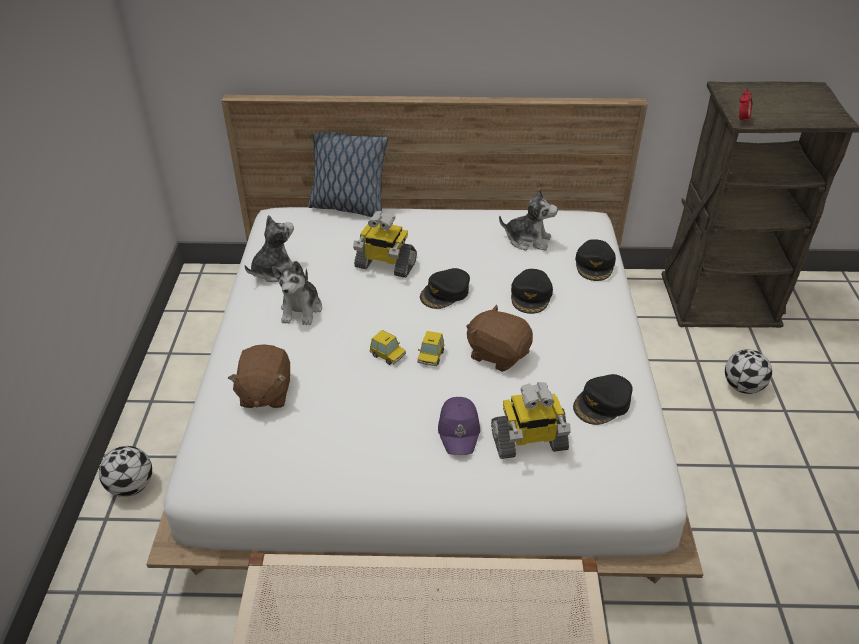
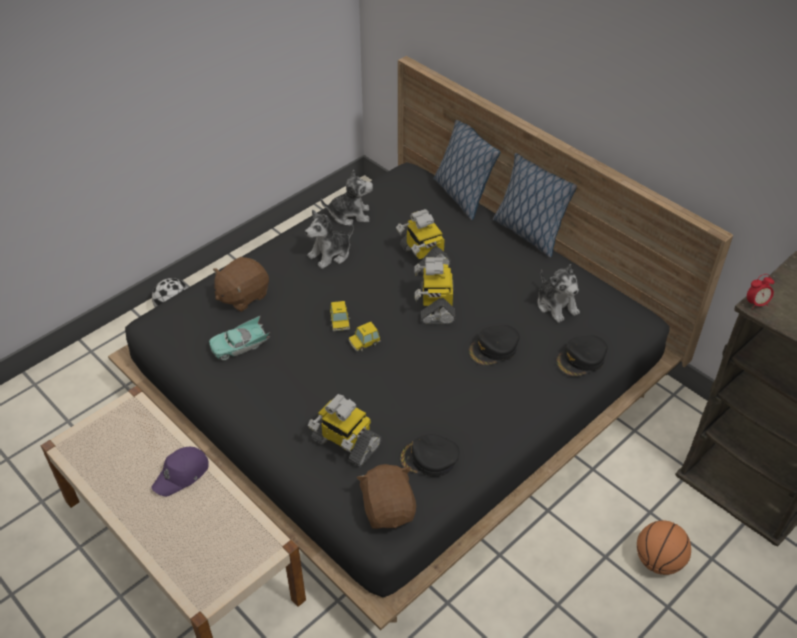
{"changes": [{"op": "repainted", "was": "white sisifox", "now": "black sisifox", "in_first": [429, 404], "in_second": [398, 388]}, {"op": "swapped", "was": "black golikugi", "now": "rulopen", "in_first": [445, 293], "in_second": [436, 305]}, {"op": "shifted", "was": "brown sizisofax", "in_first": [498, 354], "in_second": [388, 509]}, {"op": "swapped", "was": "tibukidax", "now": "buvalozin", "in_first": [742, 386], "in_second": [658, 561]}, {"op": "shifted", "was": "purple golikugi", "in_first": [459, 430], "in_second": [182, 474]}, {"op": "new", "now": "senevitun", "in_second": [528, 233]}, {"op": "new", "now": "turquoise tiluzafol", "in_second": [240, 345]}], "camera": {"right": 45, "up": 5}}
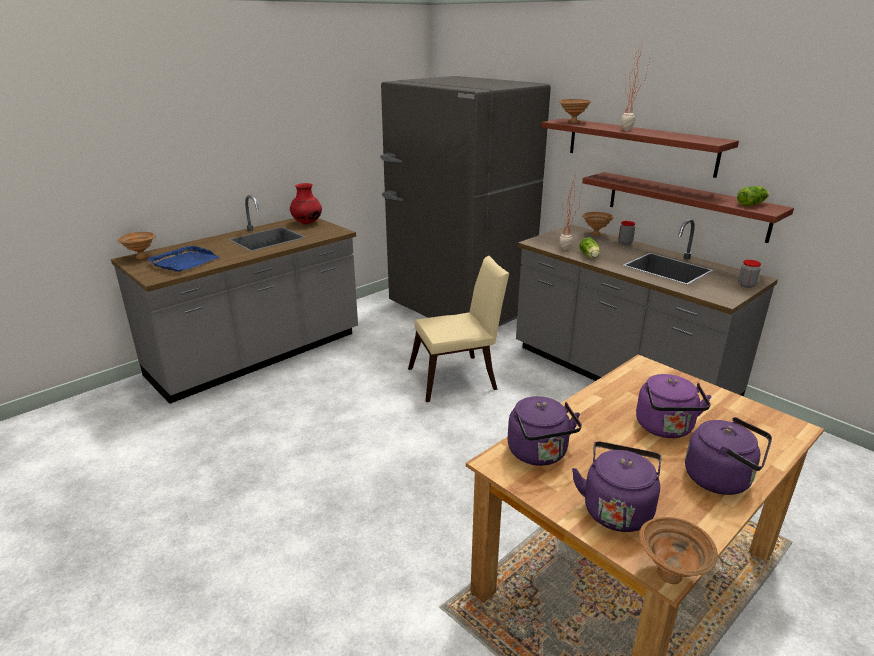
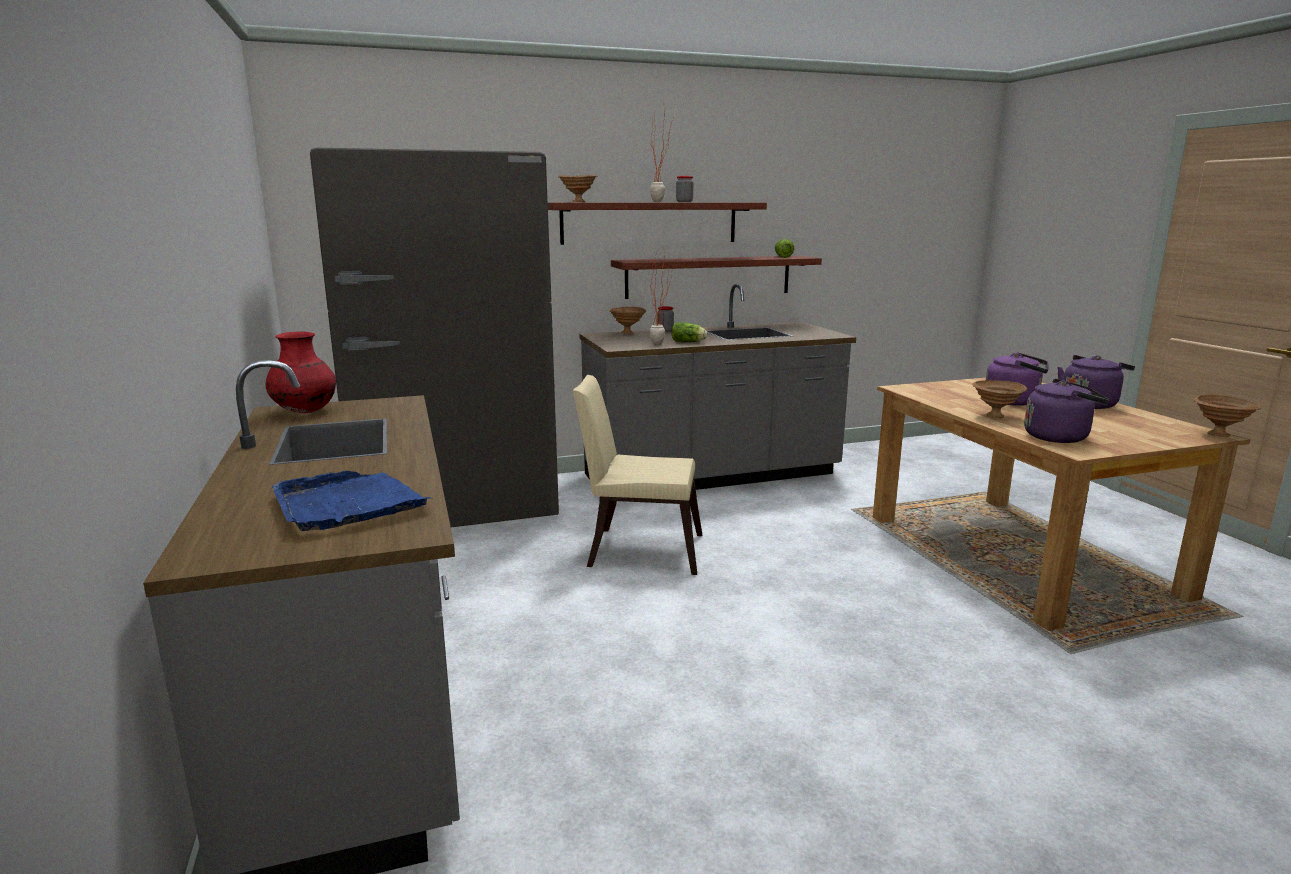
{"changes": [{"op": "shifted", "was": "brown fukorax", "in_first": [140, 257], "in_second": [996, 416]}, {"op": "rotated", "was": "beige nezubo", "in_first": [458, 378], "in_second": [638, 549], "clockwise": -90}, {"op": "shifted", "was": "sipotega", "in_first": [746, 285], "in_second": [684, 202]}, {"op": "gone", "was": "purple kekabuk", "in_first": [616, 509]}], "camera": {"right": -65, "up": -10}}
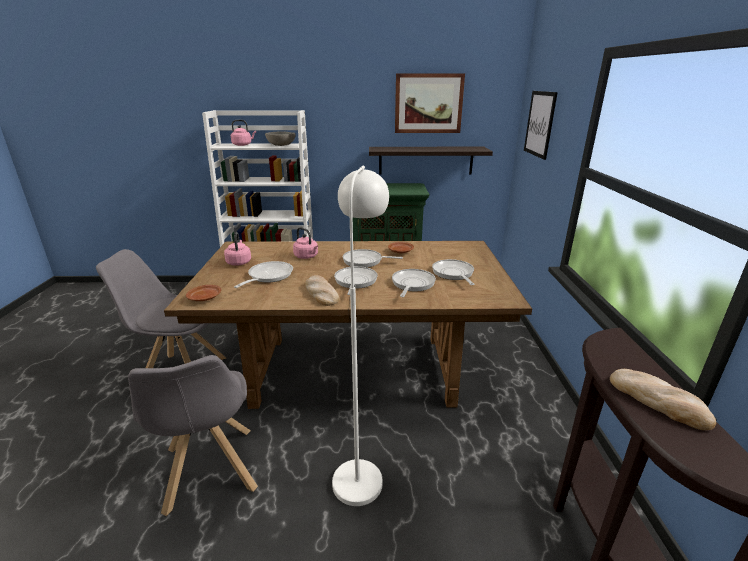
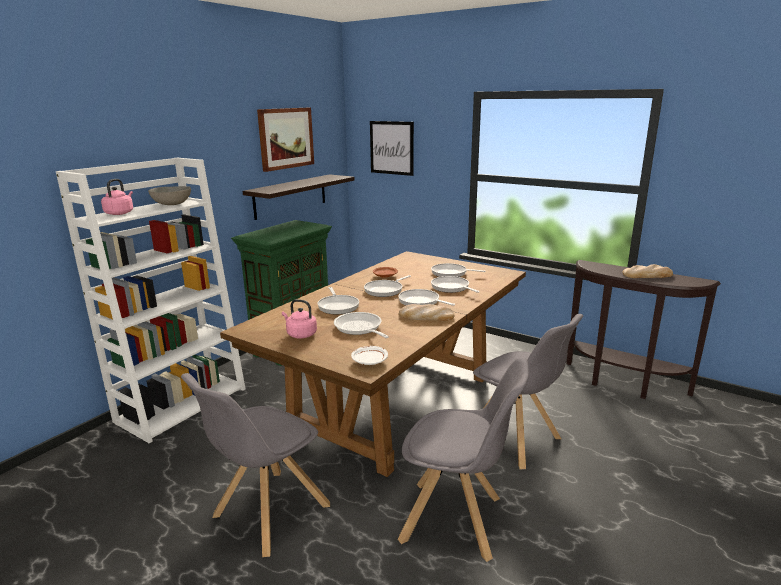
{"changes": [{"op": "swapped", "was": "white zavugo", "now": "grey nezubo", "in_first": [360, 471], "in_second": [516, 440]}, {"op": "swapped", "was": "pink kekabuk", "now": "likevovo", "in_first": [307, 257], "in_second": [338, 306]}, {"op": "repainted", "was": "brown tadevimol", "now": "white tadevimol", "in_first": [205, 298], "in_second": [369, 361]}], "camera": {"right": -55, "up": -5}}
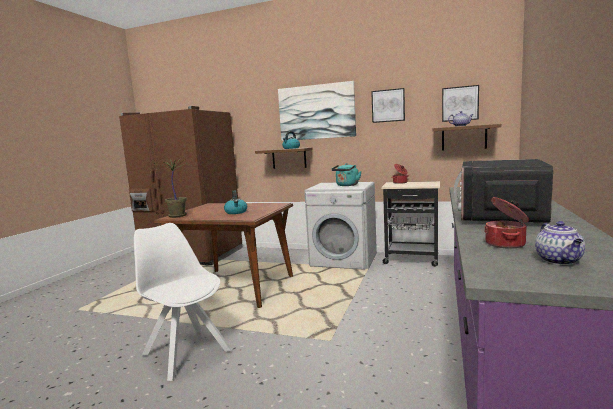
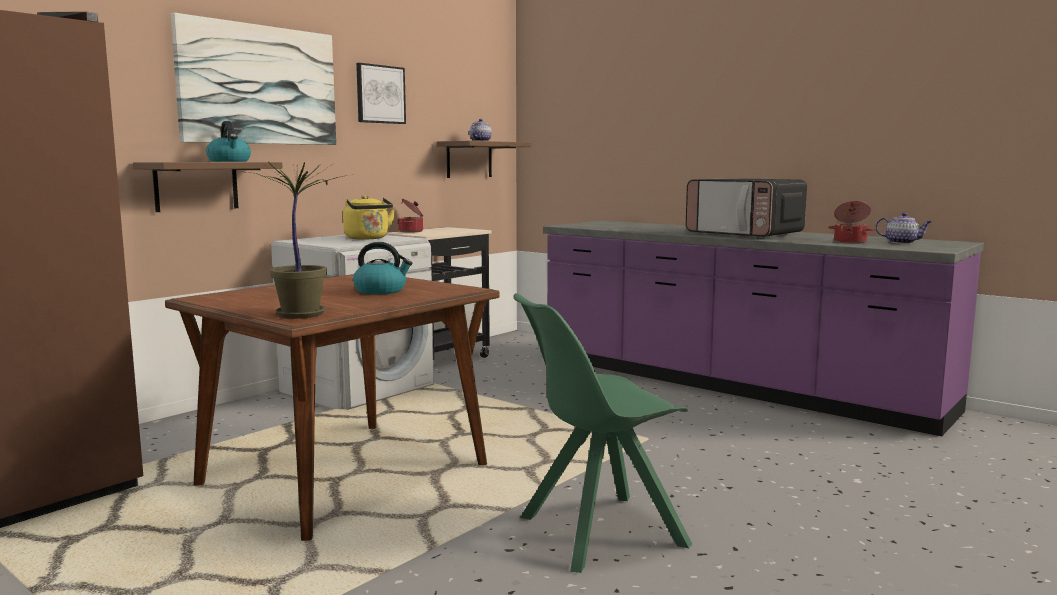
{"changes": [{"op": "gone", "was": "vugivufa", "in_first": [460, 103]}, {"op": "repainted", "was": "turquoise kekabuk", "now": "yellow kekabuk", "in_first": [346, 185], "in_second": [368, 238]}, {"op": "repainted", "was": "white nezubo", "now": "green nezubo", "in_first": [185, 351], "in_second": [597, 532]}], "camera": {"right": -70, "up": 0}}
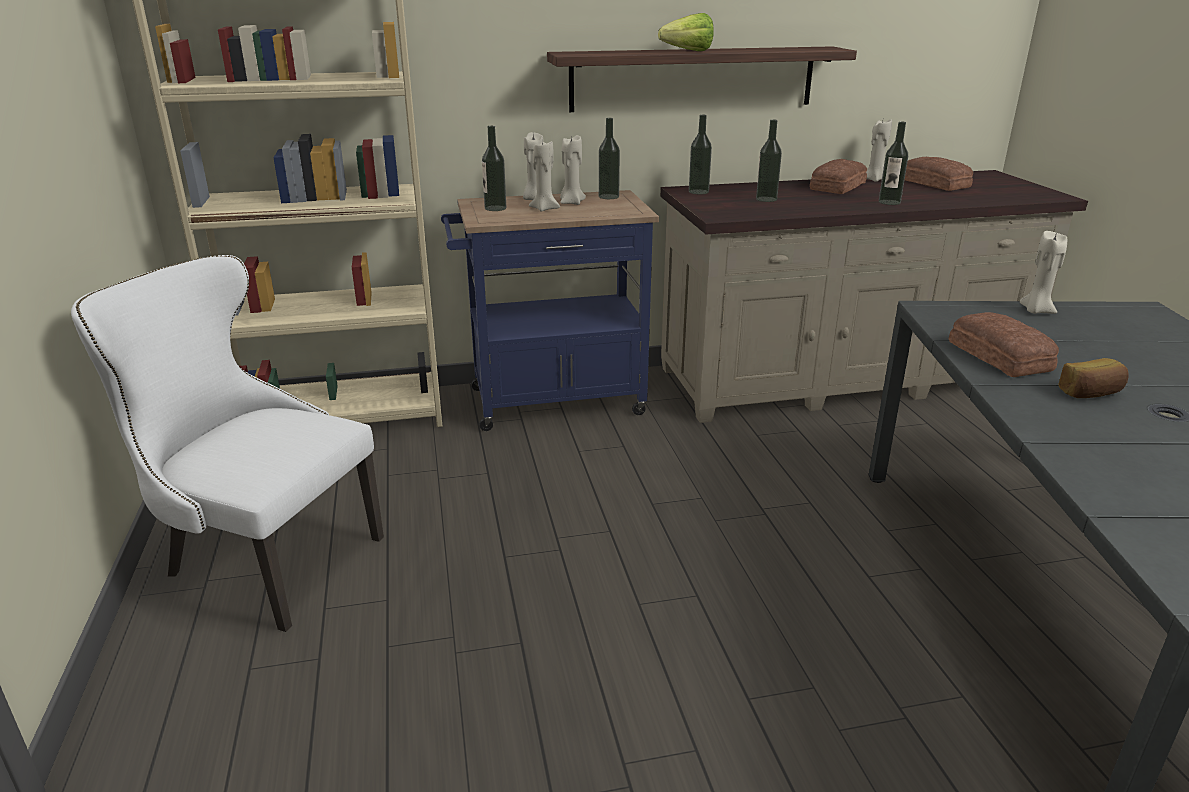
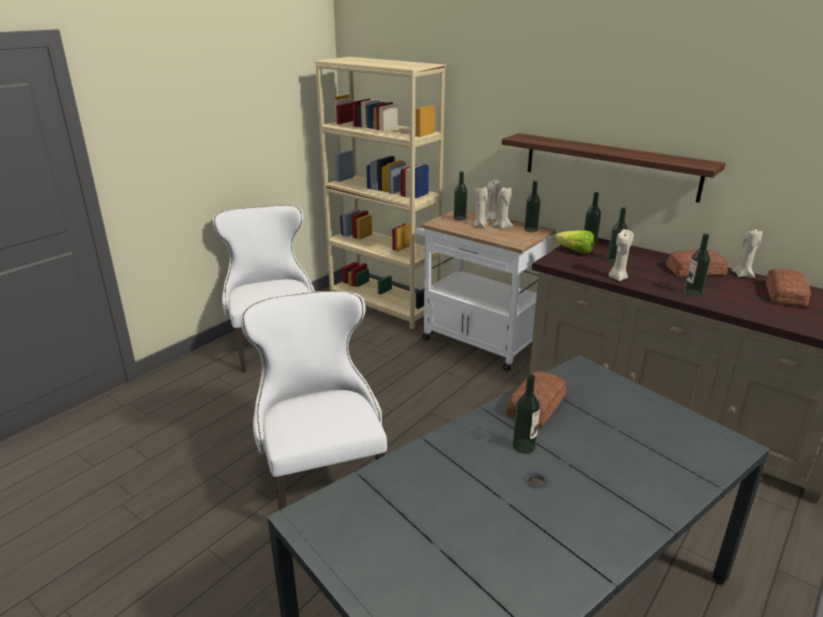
{"changes": [{"op": "shifted", "was": "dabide", "in_first": [683, 51], "in_second": [572, 251]}, {"op": "repainted", "was": "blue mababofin", "now": "white mababofin", "in_first": [551, 402], "in_second": [477, 342]}, {"op": "shifted", "was": "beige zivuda", "in_first": [1036, 311], "in_second": [617, 278]}, {"op": "swapped", "was": "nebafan", "now": "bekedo", "in_first": [1091, 393], "in_second": [524, 446]}, {"op": "new", "now": "white nezubo", "in_second": [322, 480]}], "camera": {"right": 50, "up": 0}}
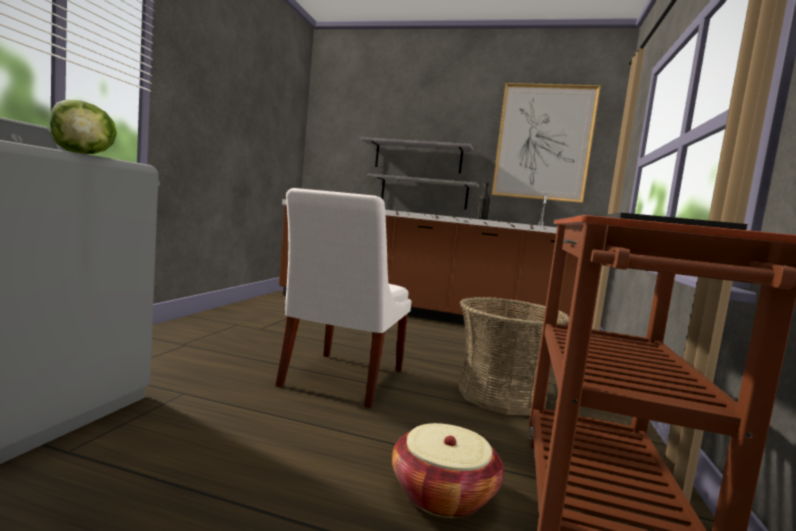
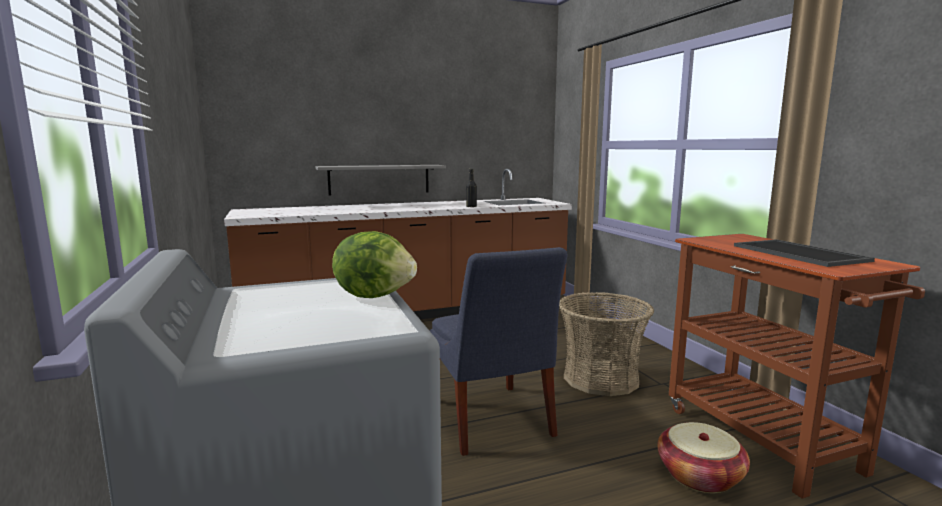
{"changes": [{"op": "gone", "was": "vugivufa", "in_first": [543, 142]}, {"op": "gone", "was": "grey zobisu", "in_first": [418, 157]}, {"op": "repainted", "was": "white nezubo", "now": "blue nezubo", "in_first": [340, 379], "in_second": [491, 421]}], "camera": {"right": -35, "up": 5}}
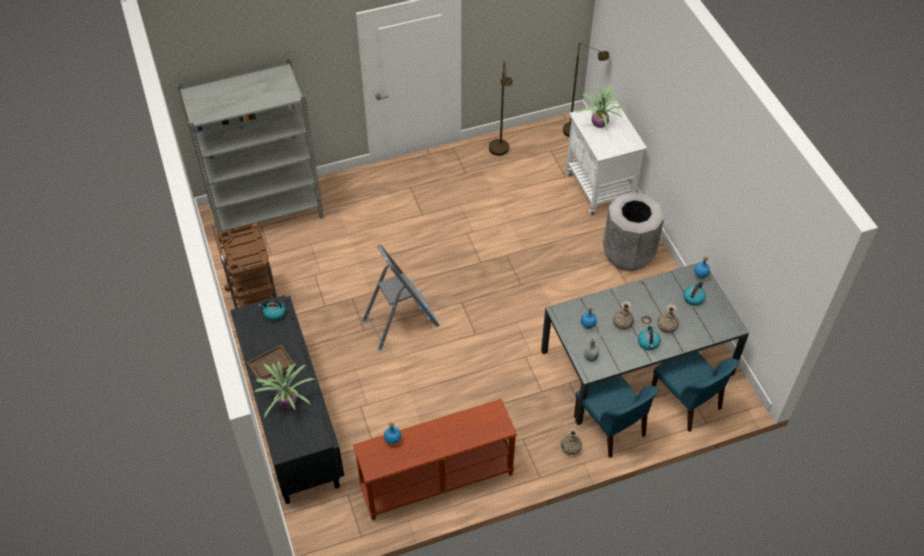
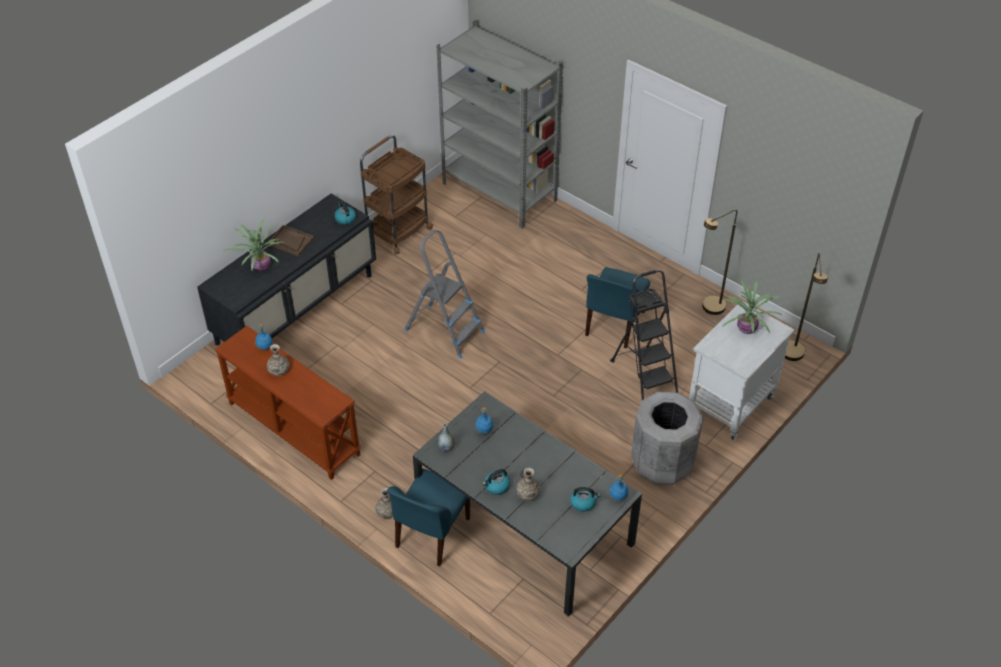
{"changes": [{"op": "shifted", "was": "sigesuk", "in_first": [622, 324], "in_second": [279, 370]}, {"op": "shifted", "was": "blue nezubo", "in_first": [686, 402], "in_second": [614, 324]}, {"op": "new", "now": "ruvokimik", "in_second": [644, 379]}], "camera": {"right": 60, "up": -5}}
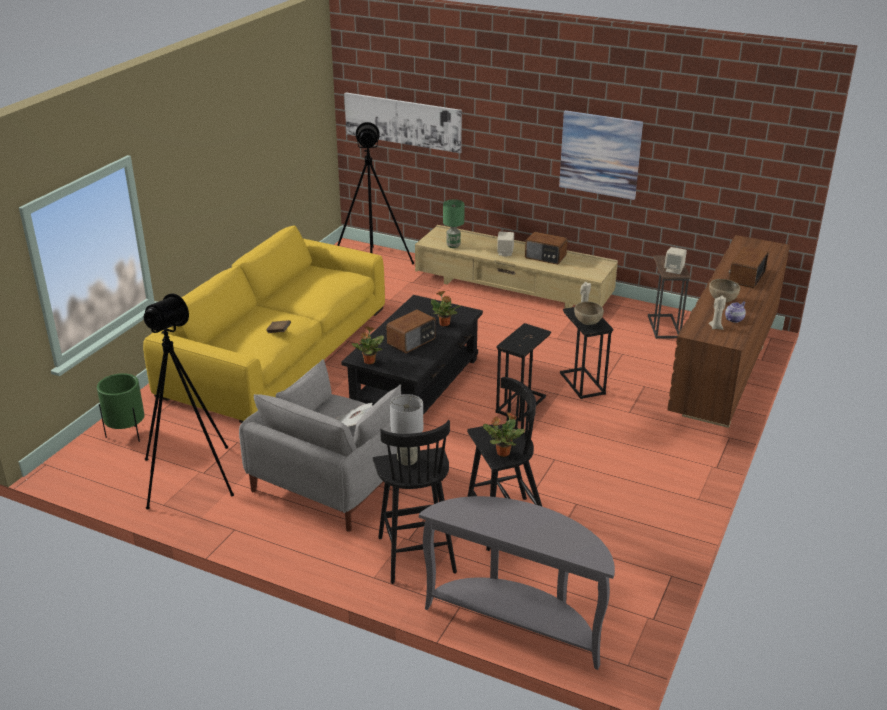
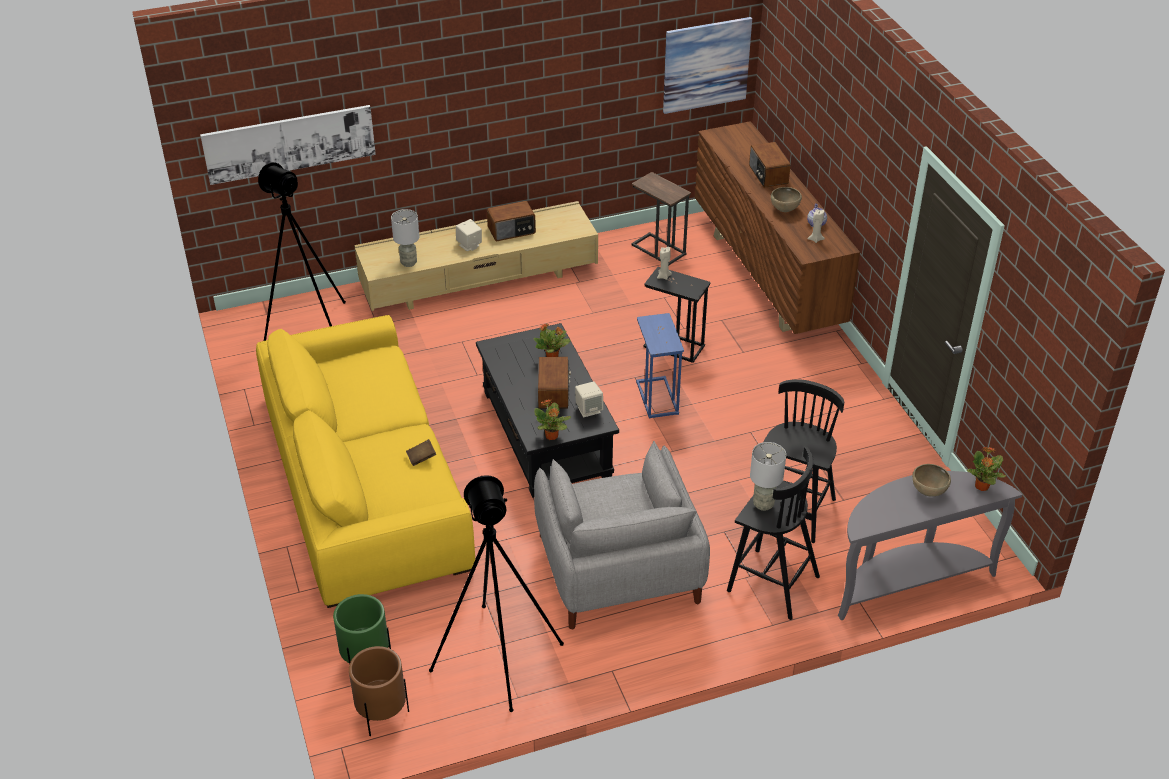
{"changes": [{"op": "shifted", "was": "vugivufa", "in_first": [600, 154], "in_second": [706, 64]}, {"op": "repainted", "was": "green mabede", "now": "grey mabede", "in_first": [453, 245], "in_second": [408, 262]}, {"op": "shifted", "was": "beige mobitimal", "in_first": [674, 270], "in_second": [589, 410]}, {"op": "shifted", "was": "brown fukorax", "in_first": [587, 323], "in_second": [928, 492]}, {"op": "repainted", "was": "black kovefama", "now": "blue kovefama", "in_first": [521, 405], "in_second": [657, 398]}, {"op": "gone", "was": "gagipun", "in_first": [353, 426]}, {"op": "shifted", "was": "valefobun", "in_first": [502, 453], "in_second": [981, 487]}, {"op": "new", "now": "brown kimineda", "in_second": [382, 714]}], "camera": {"right": -45, "up": 10}}
